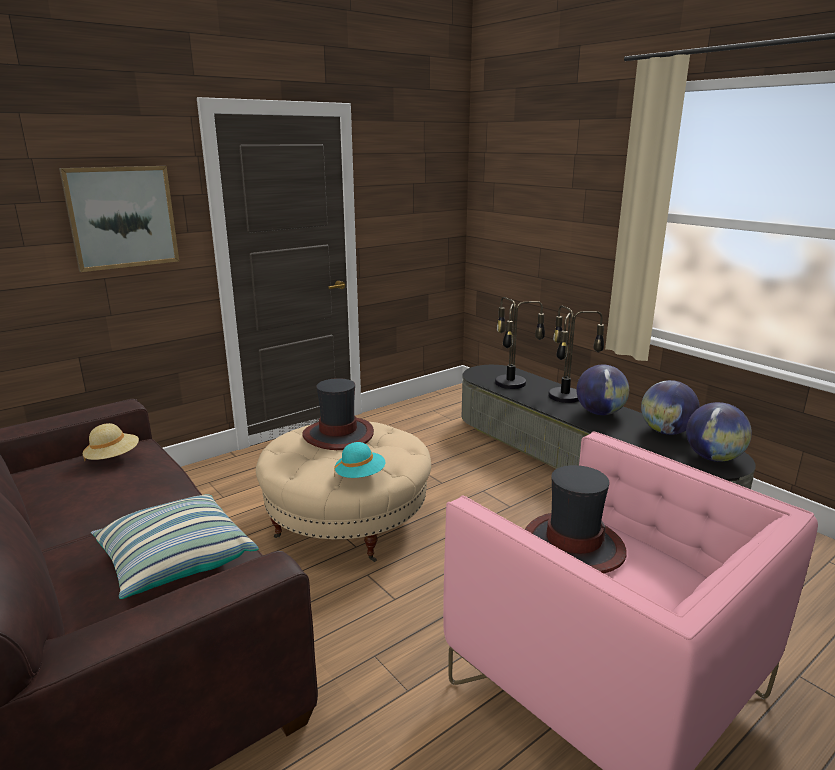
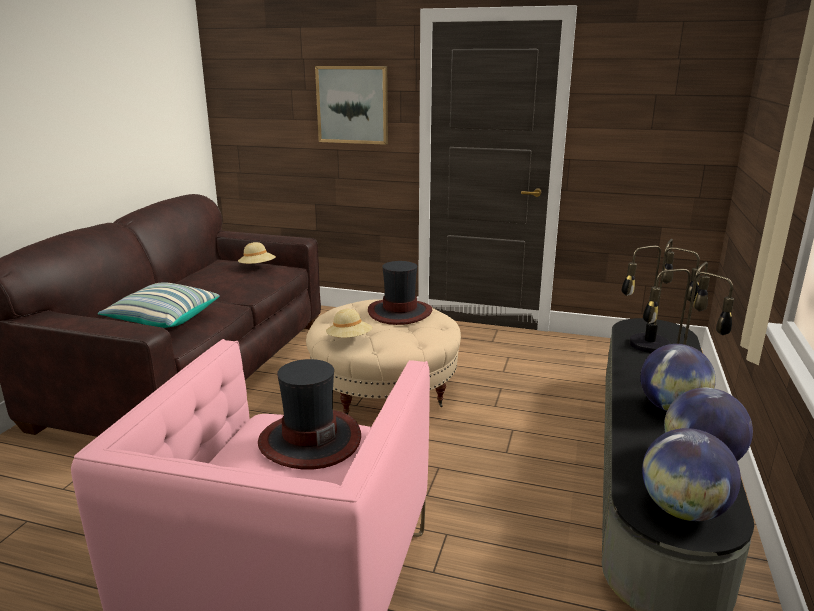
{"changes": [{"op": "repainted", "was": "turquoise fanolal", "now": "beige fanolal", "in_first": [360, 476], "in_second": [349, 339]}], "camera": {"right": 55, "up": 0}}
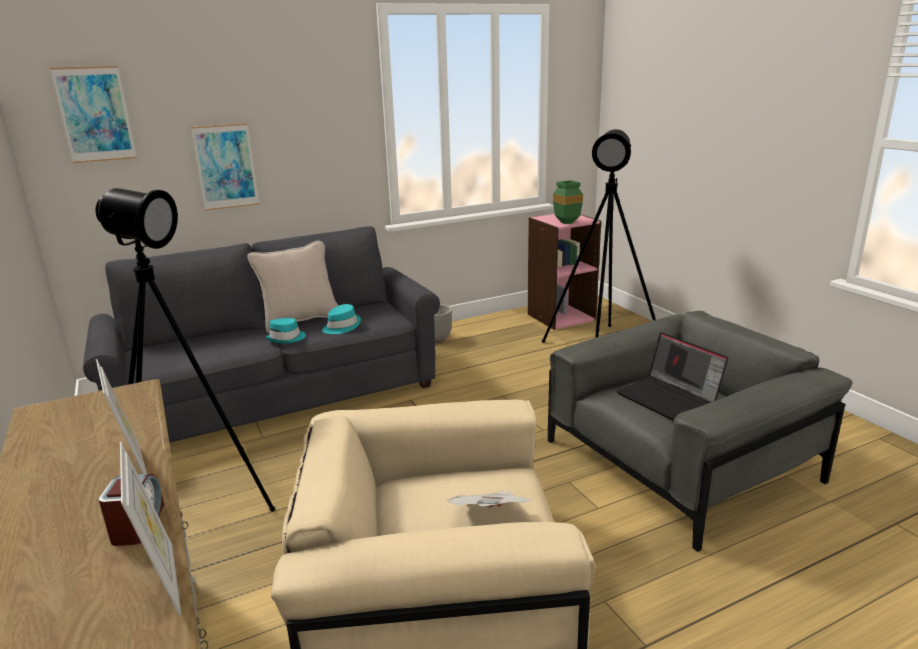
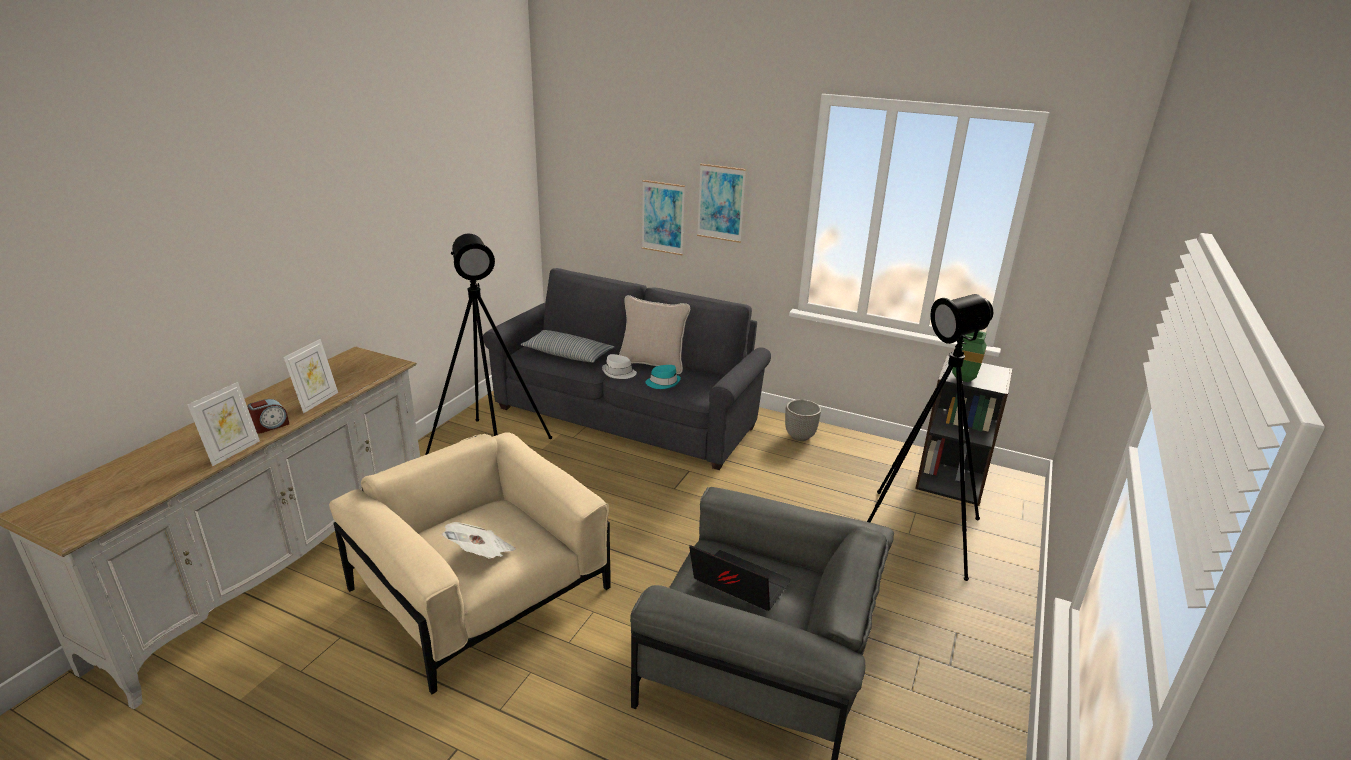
{"changes": [{"op": "shifted", "was": "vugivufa", "in_first": [95, 114], "in_second": [721, 203]}, {"op": "repainted", "was": "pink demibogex", "now": "black demibogex", "in_first": [560, 317], "in_second": [951, 481]}, {"op": "repainted", "was": "turquoise fanolal", "now": "white fanolal", "in_first": [286, 338], "in_second": [618, 373]}, {"op": "rotated", "was": "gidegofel", "in_first": [669, 399], "in_second": [737, 585], "clockwise": 105}, {"op": "new", "now": "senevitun", "in_second": [567, 354]}], "camera": {"right": 50, "up": 5}}
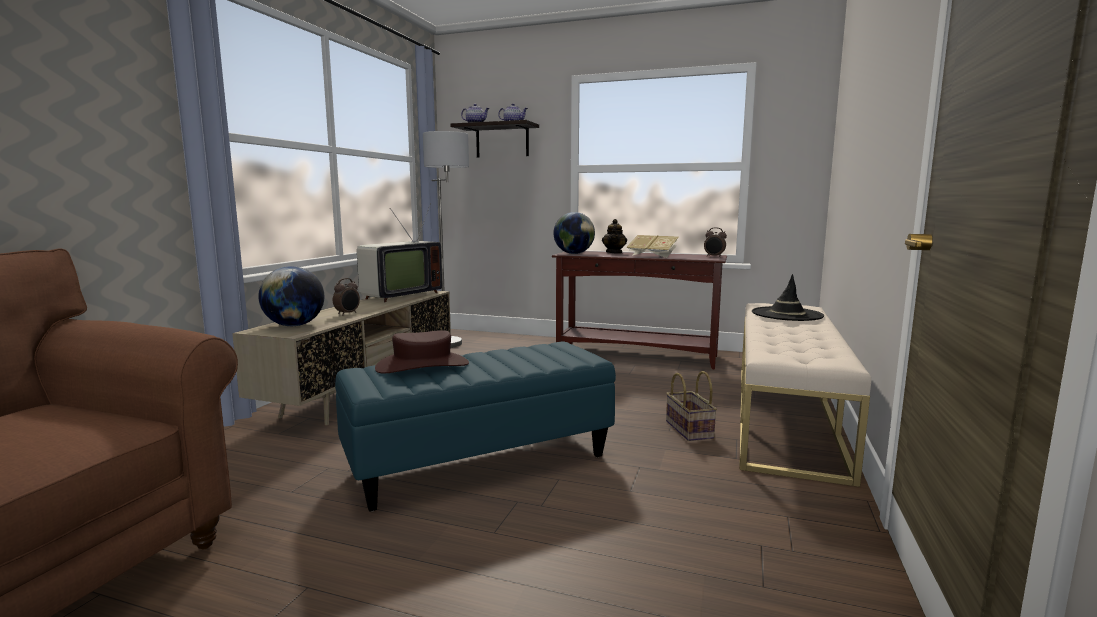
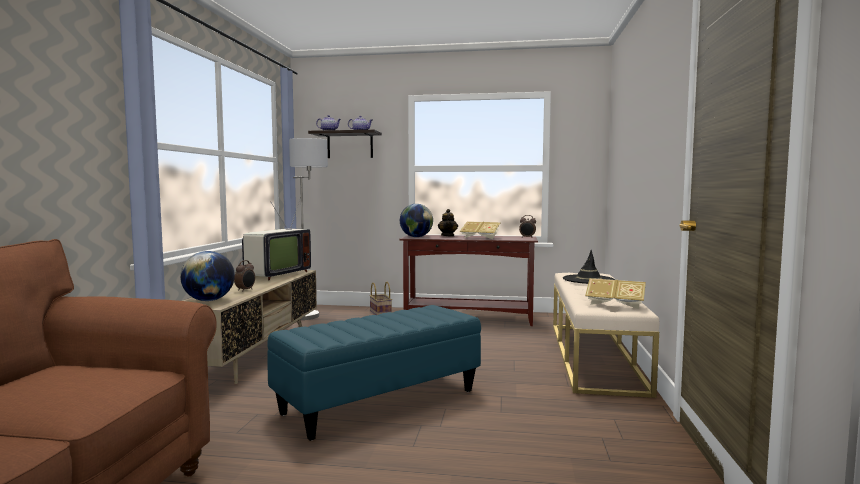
{"changes": [{"op": "gone", "was": "brown fanolal", "in_first": [423, 365]}, {"op": "shifted", "was": "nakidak", "in_first": [687, 429], "in_second": [379, 313]}, {"op": "new", "now": "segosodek", "in_second": [615, 305]}], "camera": {"right": -10, "up": -5}}
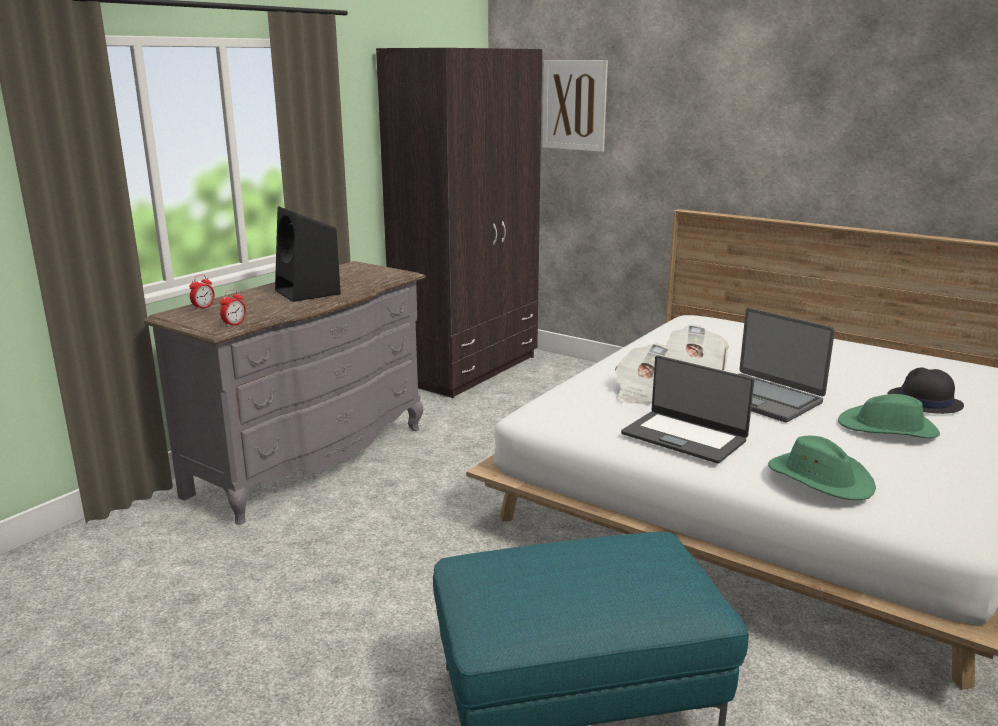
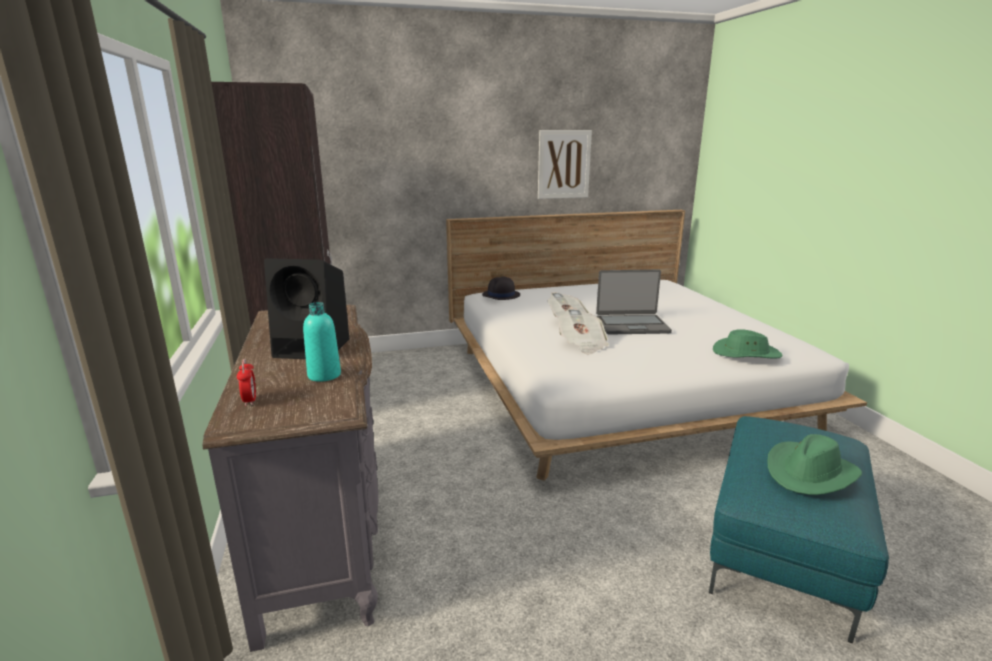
{"changes": [{"op": "shifted", "was": "vugivufa", "in_first": [574, 105], "in_second": [564, 164]}, {"op": "gone", "was": "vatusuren", "in_first": [234, 324]}, {"op": "gone", "was": "gidegofel", "in_first": [684, 437]}, {"op": "shifted", "was": "black fanolal", "in_first": [924, 401], "in_second": [501, 295]}, {"op": "shifted", "was": "green fanolal", "in_first": [888, 428], "in_second": [810, 473]}, {"op": "new", "now": "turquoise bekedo", "in_second": [324, 375]}], "camera": {"right": -50, "up": 0}}
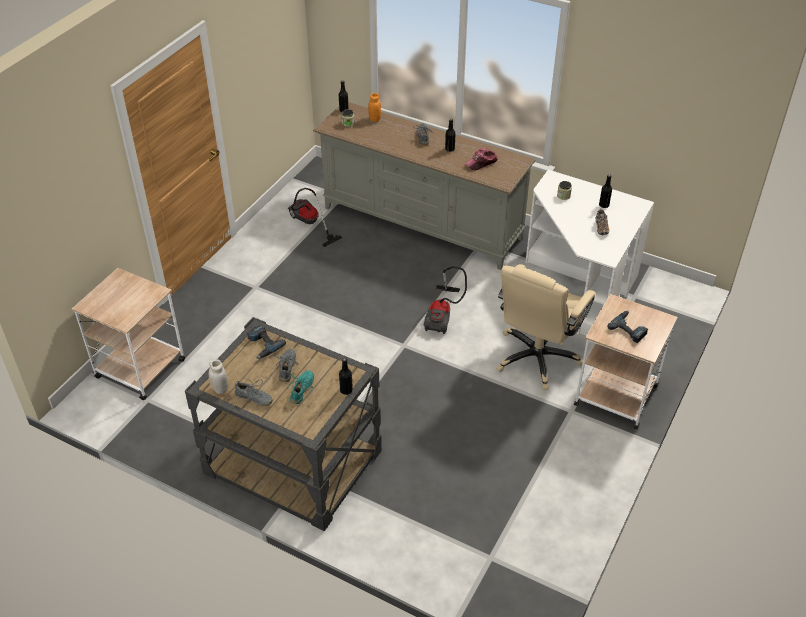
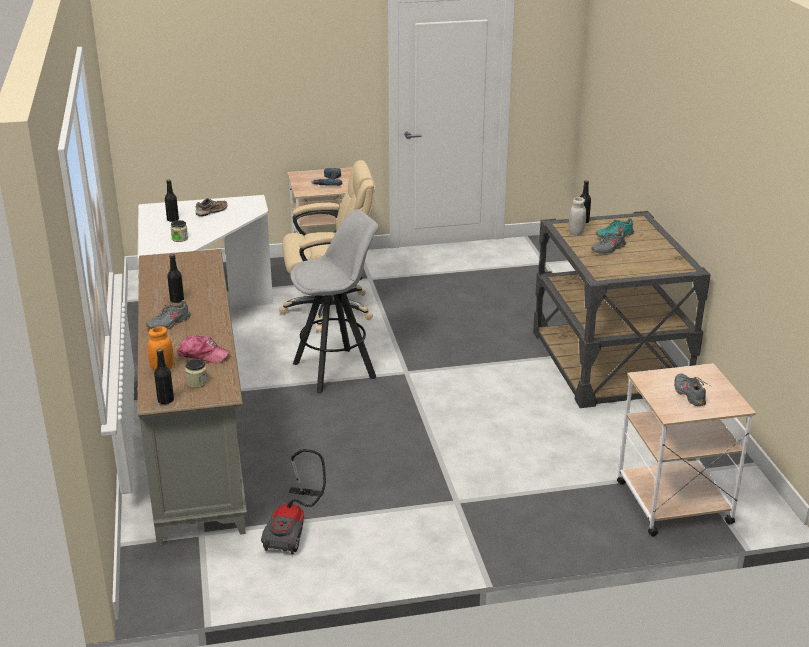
{"changes": [{"op": "shifted", "was": "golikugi", "in_first": [481, 162], "in_second": [203, 355]}, {"op": "swapped", "was": "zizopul", "now": "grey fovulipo", "in_first": [443, 315], "in_second": [337, 370]}, {"op": "gone", "was": "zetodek", "in_first": [262, 345]}, {"op": "shifted", "was": "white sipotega", "in_first": [220, 389], "in_second": [576, 233]}, {"op": "shifted", "was": "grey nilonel", "in_first": [253, 398], "in_second": [689, 394]}], "camera": {"right": -130, "up": -15}}
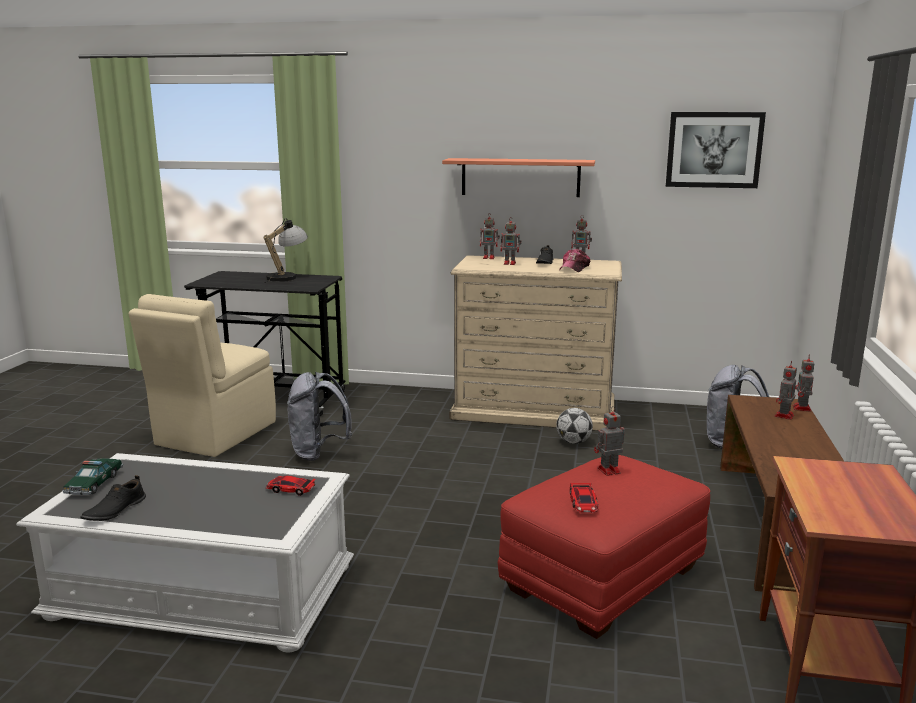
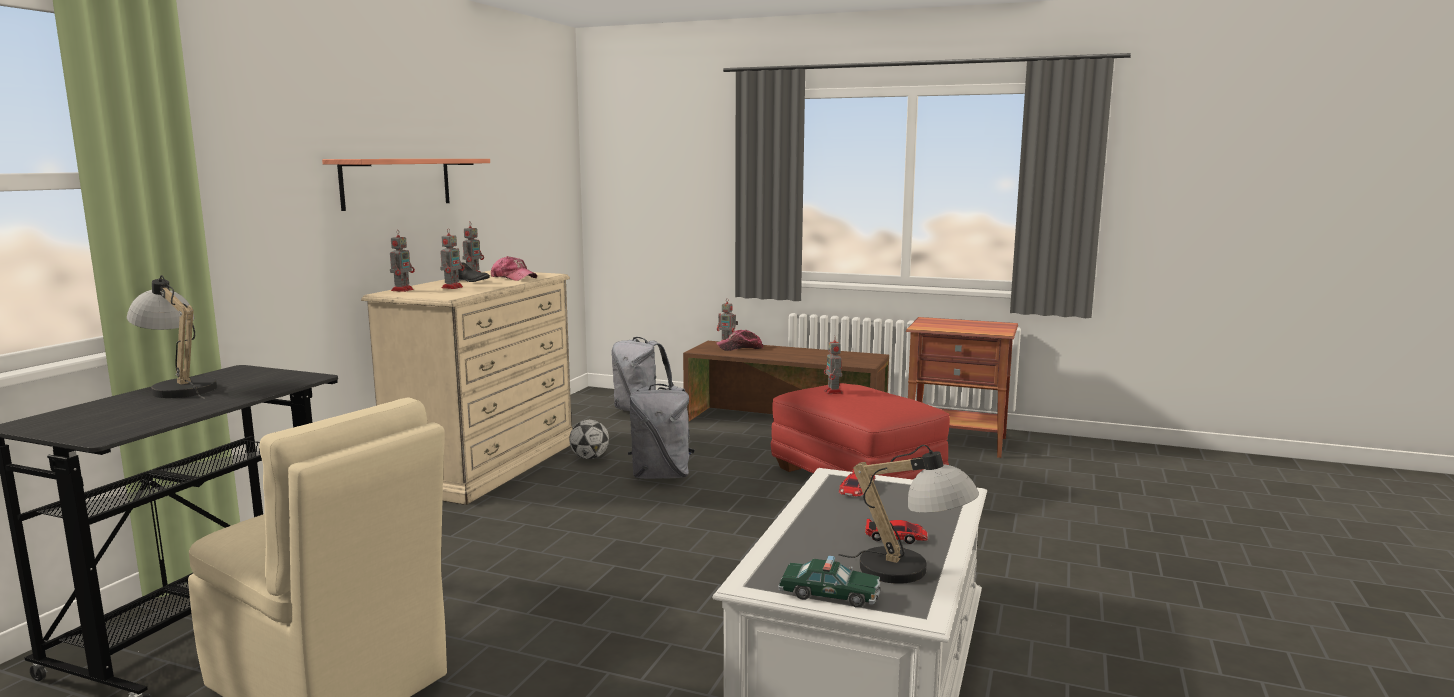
{"changes": [{"op": "gone", "was": "vugivufa", "in_first": [714, 150]}, {"op": "swapped", "was": "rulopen", "now": "golikugi", "in_first": [784, 416], "in_second": [740, 348]}, {"op": "shifted", "was": "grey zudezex", "in_first": [318, 453], "in_second": [661, 475]}, {"op": "swapped", "was": "black nilonel", "now": "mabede", "in_first": [114, 510], "in_second": [911, 572]}, {"op": "shifted", "was": "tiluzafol", "in_first": [583, 502], "in_second": [896, 537]}], "camera": {"right": -80, "up": -5}}
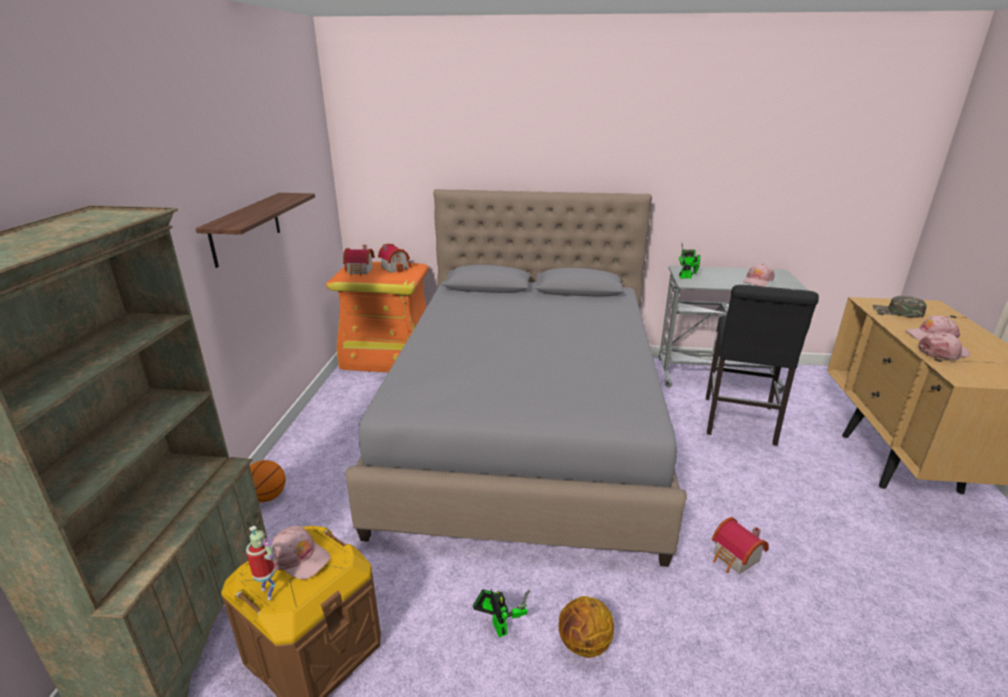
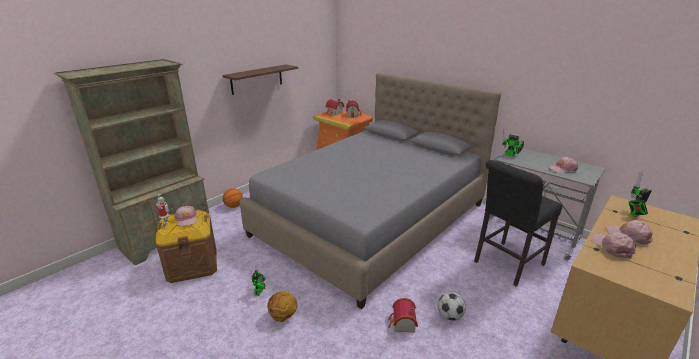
{"changes": [{"op": "swapped", "was": "green golikugi", "now": "rulopen", "in_first": [897, 312], "in_second": [634, 214]}, {"op": "rotated", "was": "pink golikugi", "in_first": [943, 352], "in_second": [612, 247], "clockwise": -120}, {"op": "new", "now": "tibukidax", "in_second": [450, 316]}], "camera": {"right": 35, "up": 0}}
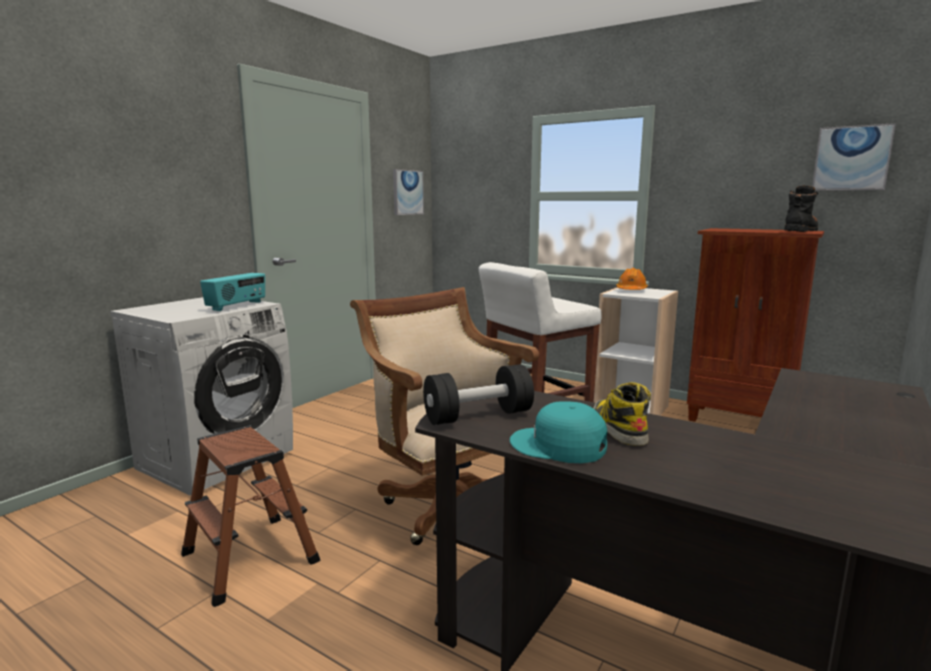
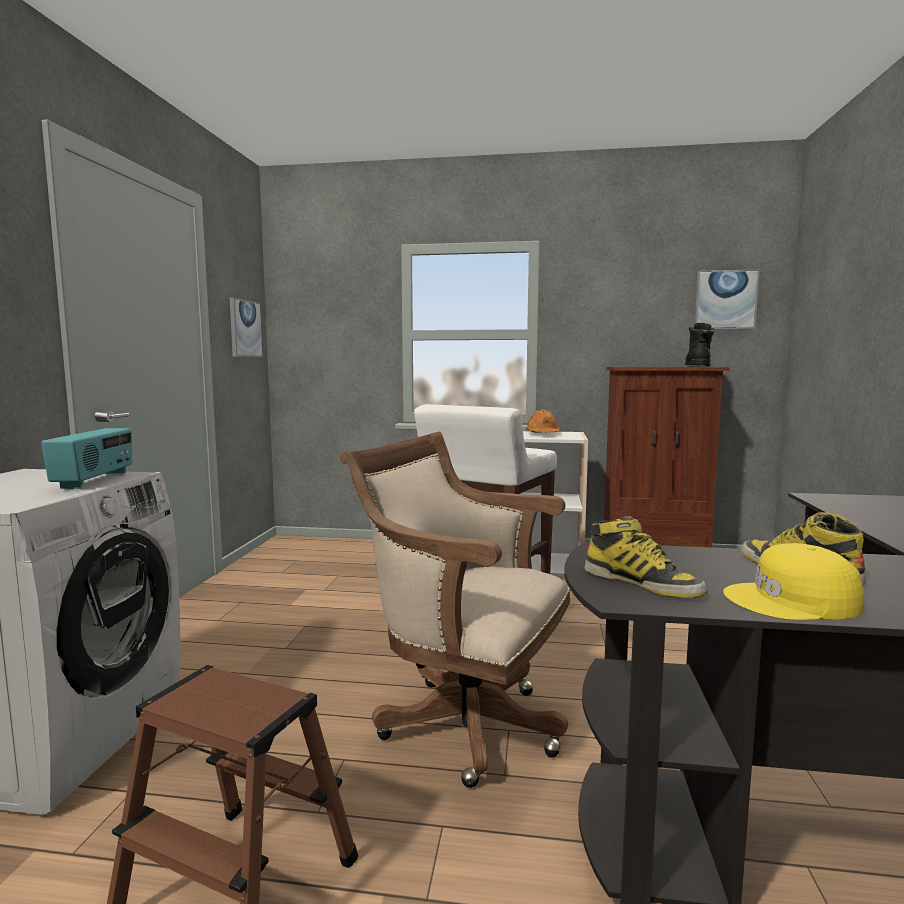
{"changes": [{"op": "swapped", "was": "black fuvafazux", "now": "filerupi", "in_first": [478, 416], "in_second": [642, 583]}, {"op": "repainted", "was": "turquoise golikugi", "now": "yellow golikugi", "in_first": [558, 446], "in_second": [793, 601]}], "camera": {"right": -25, "up": -5}}
